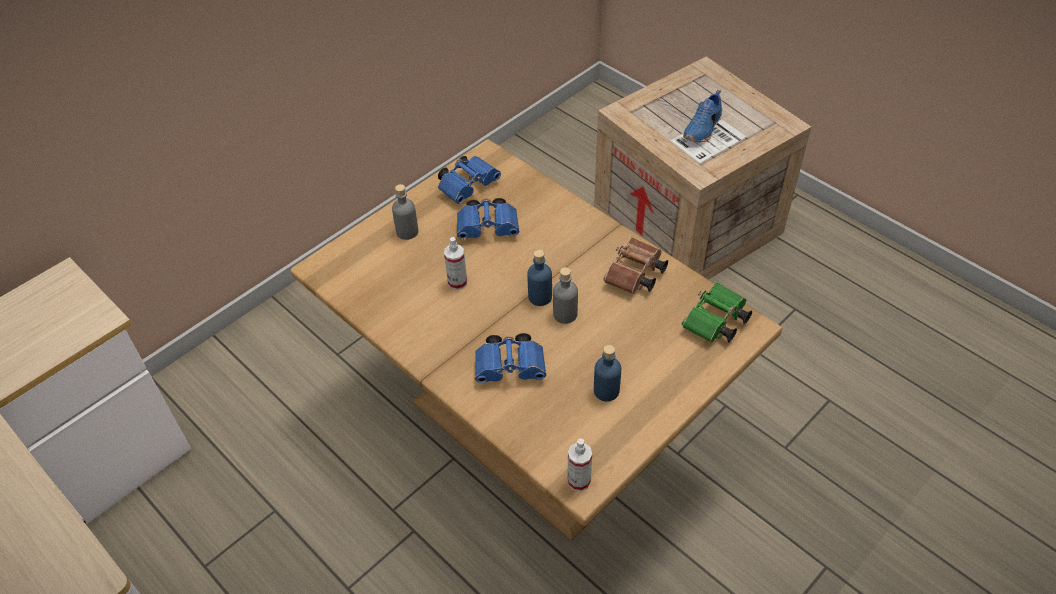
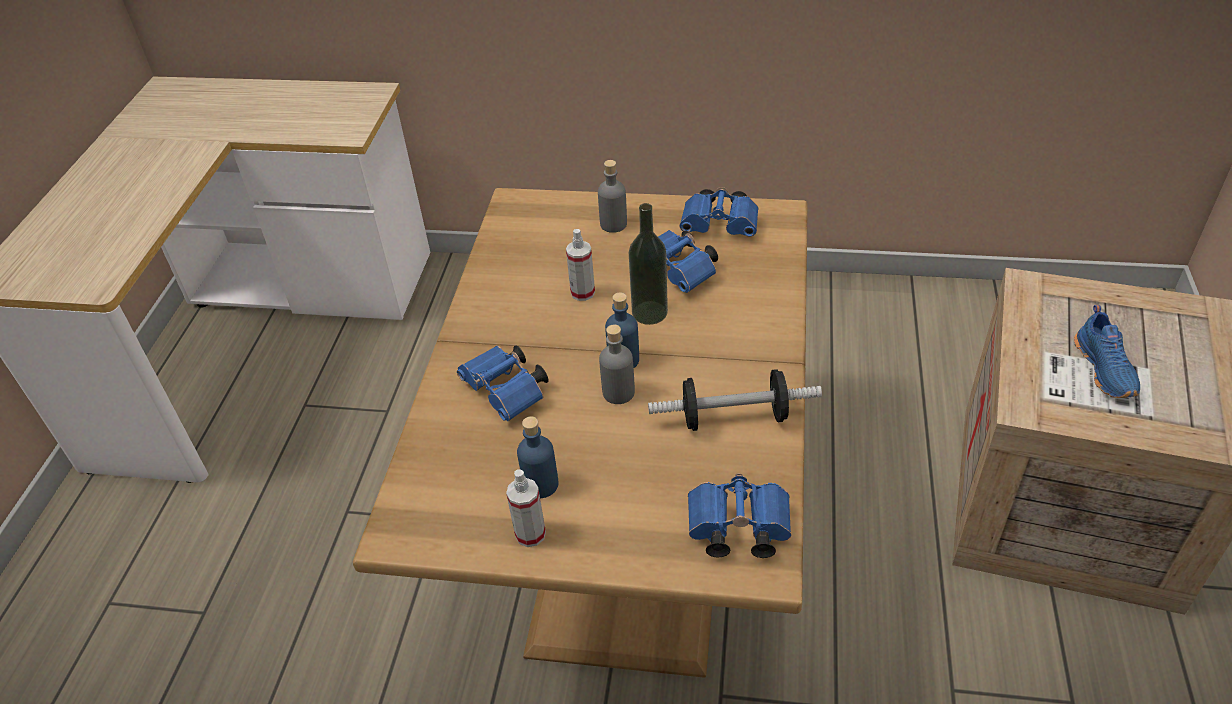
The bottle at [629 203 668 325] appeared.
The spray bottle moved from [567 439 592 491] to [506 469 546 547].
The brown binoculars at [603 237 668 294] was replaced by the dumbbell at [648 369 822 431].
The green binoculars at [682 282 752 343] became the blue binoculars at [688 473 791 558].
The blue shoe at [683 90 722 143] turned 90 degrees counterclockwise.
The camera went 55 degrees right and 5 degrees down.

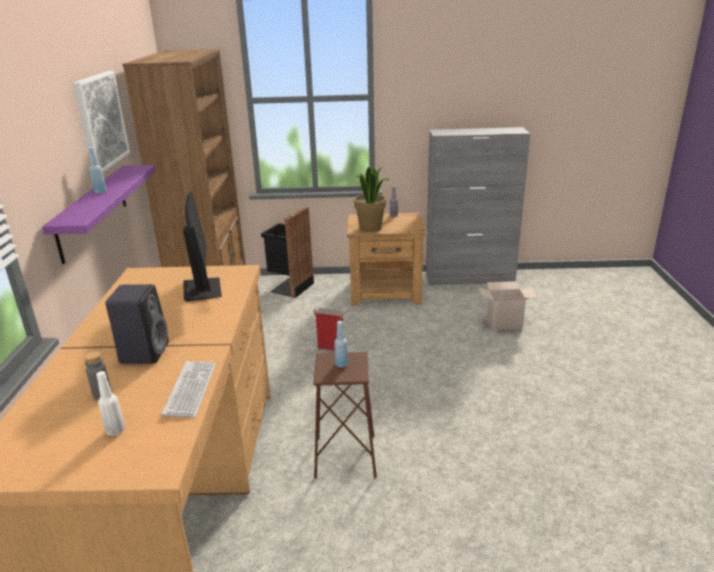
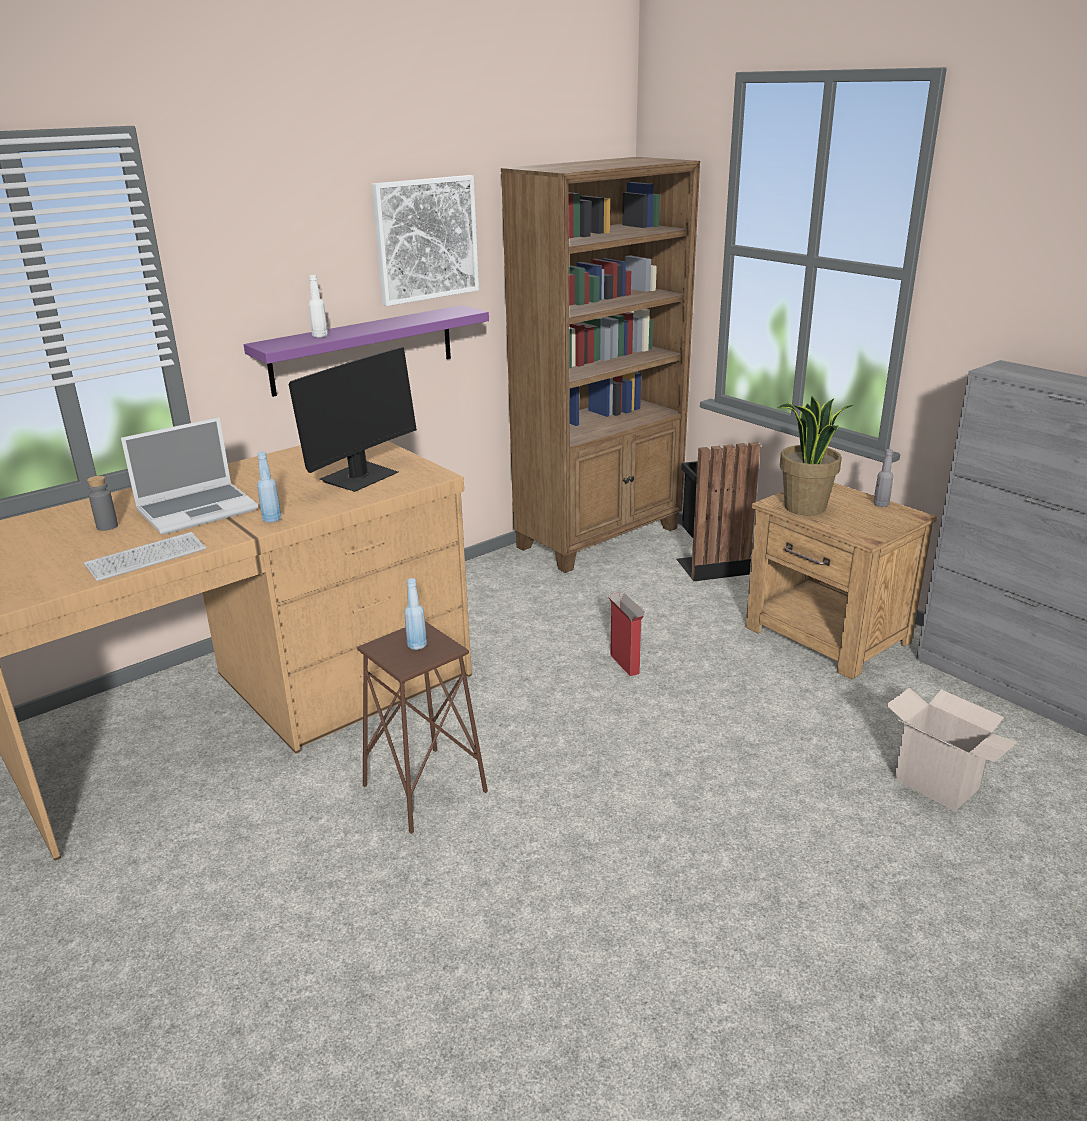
The blue bottle moved from [88 147 106 194] to [257 451 281 523].
The white bottle moved from [96 371 125 436] to [309 275 328 338].
The black speaker at [105 284 169 364] was replaced by the laptop at [121 417 258 535].
The camera went 50 degrees right and 0 degrees up.

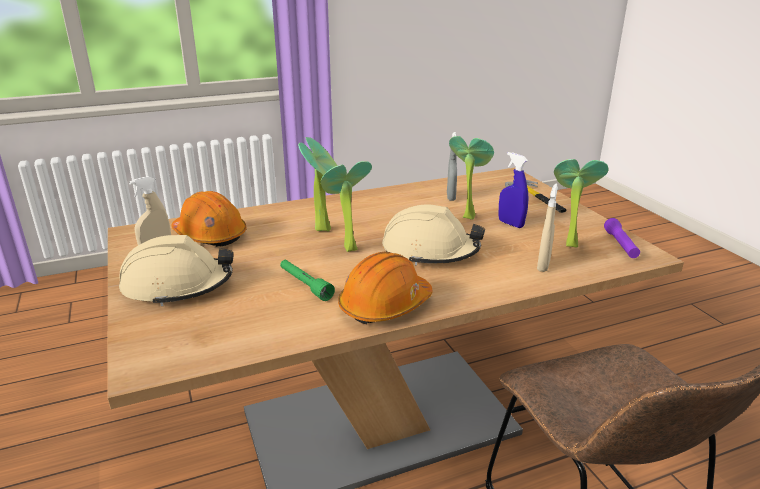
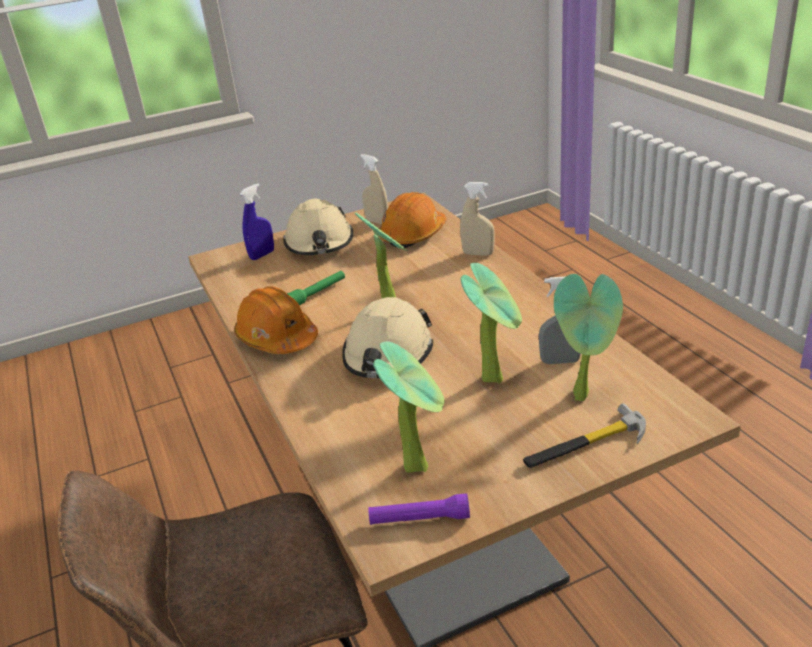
The potted plant moved from [298 137 337 232] to [554 274 623 401].
The blue spray bottle moved from [499 152 528 228] to [240 183 274 260].
The beige spray bottle moved from [537 183 558 272] to [460 182 494 256].
The camera went 90 degrees right and 5 degrees up.

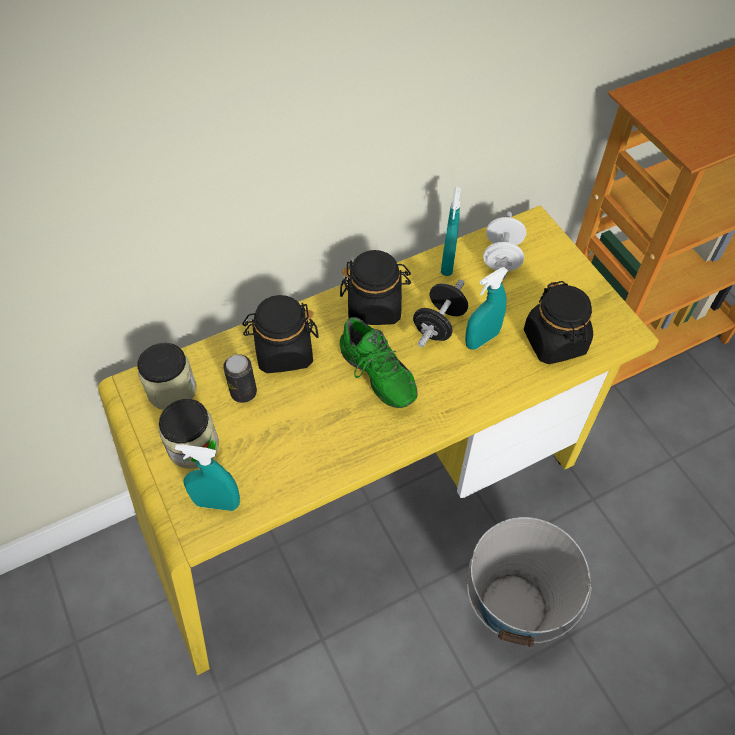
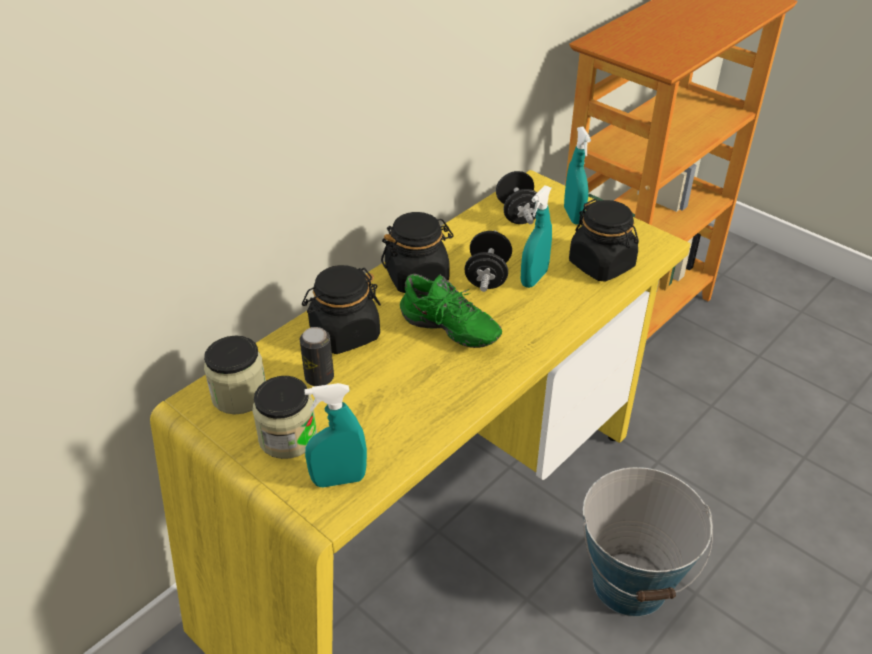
The turquoise spray bottle moved from [441 186 461 276] to [564 127 591 224].
The white dumbbell at [483 212 526 279] became the black dumbbell at [496 171 537 224].
The camera went 20 degrees left and 15 degrees down.

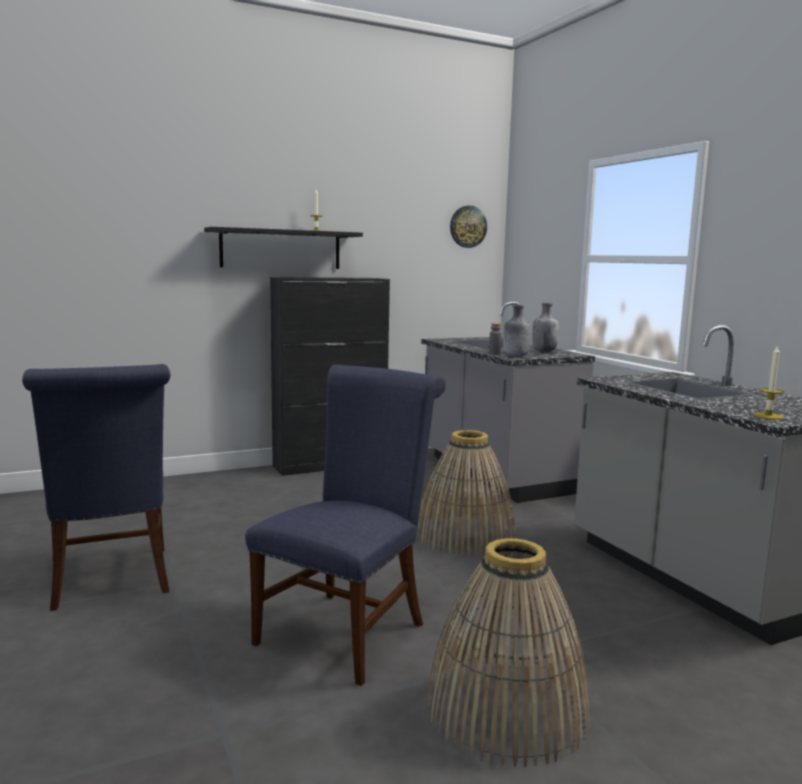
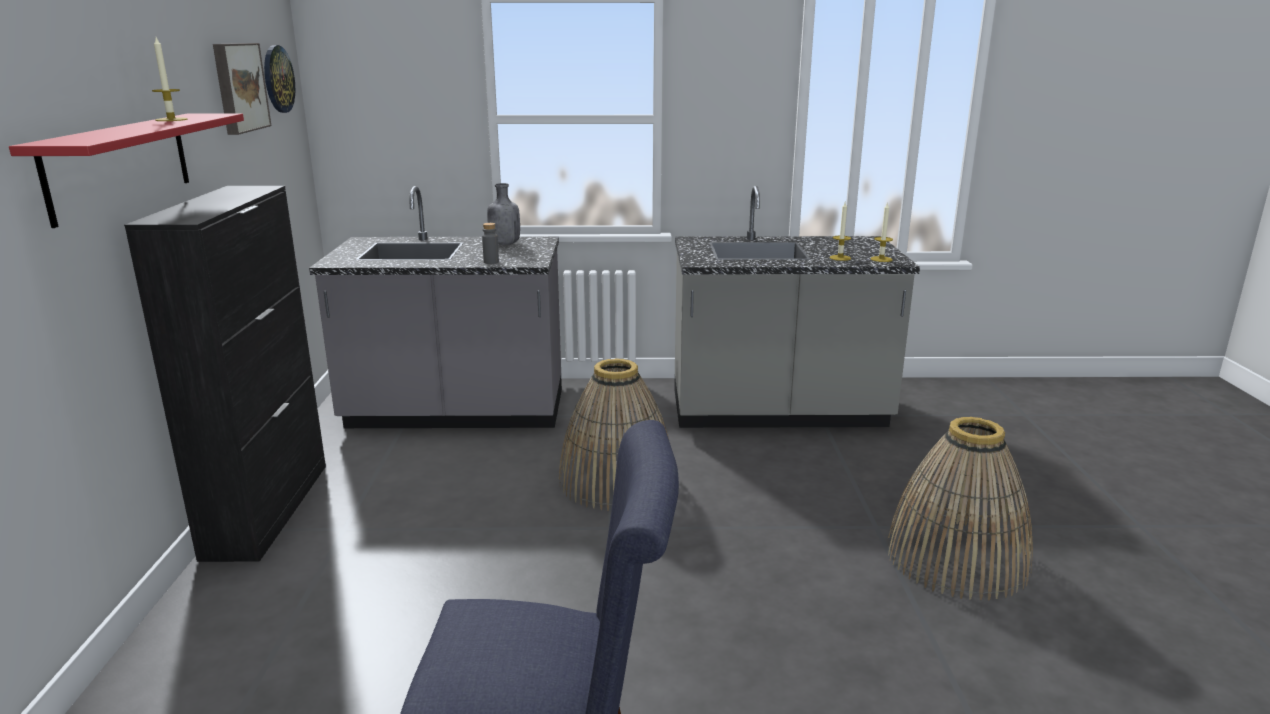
The blue chair at [245 364 446 686] disappeared.
The grey bottle at [503 305 531 357] disappeared.
The picture at [213 43 272 135] appeared.
The candle at [829 202 851 261] appeared.
The black shelf at [204 227 363 269] became the red shelf at [9 113 244 228].
The camera went 65 degrees left and 10 degrees up.

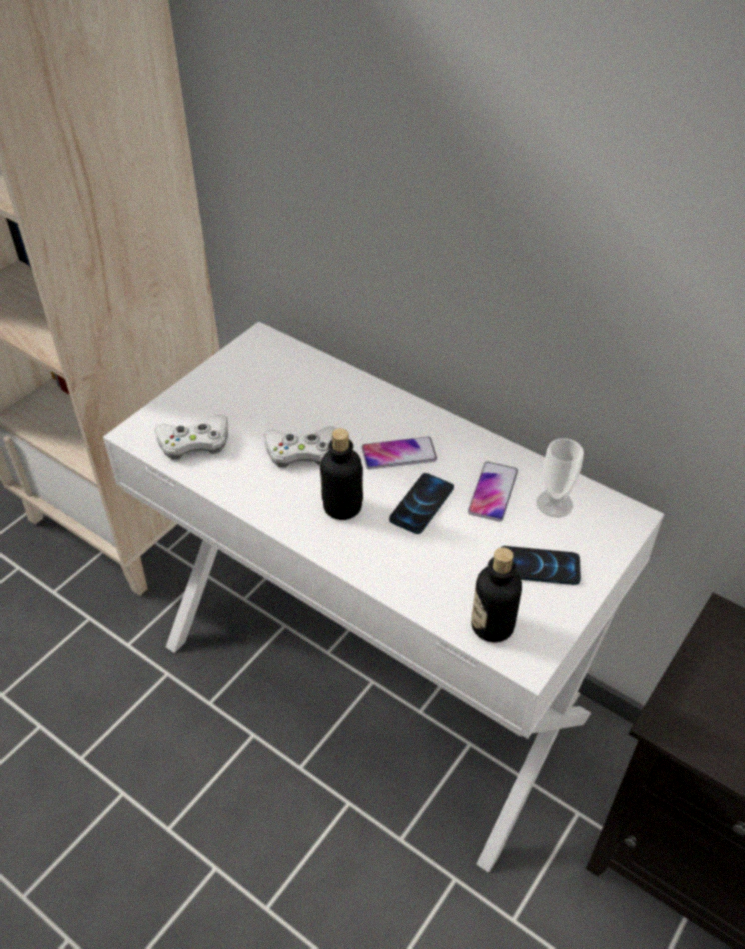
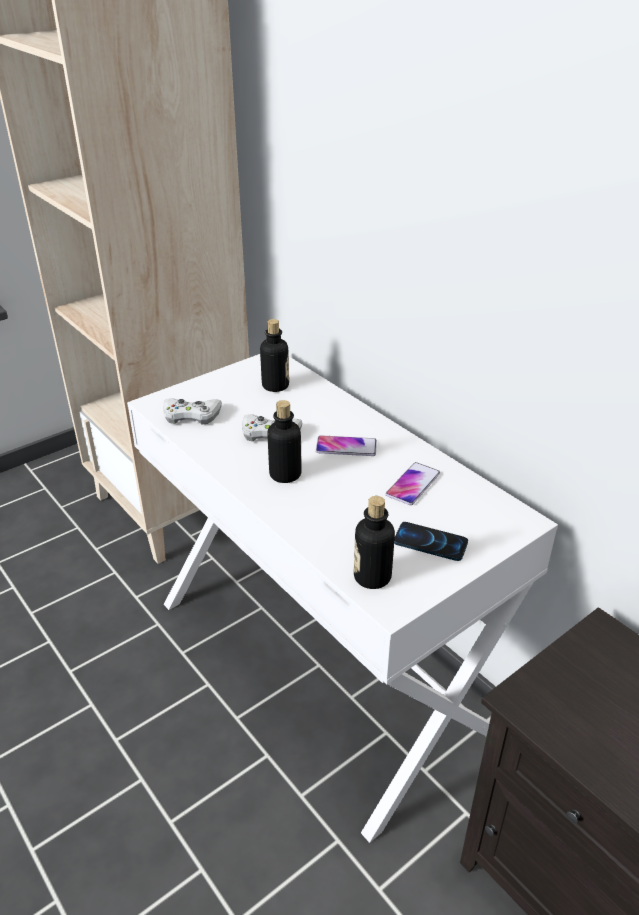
The phone at [389 473 454 534] disappeared.
The cup at [537 438 584 517] disappeared.
The bottle at [260 319 289 392] appeared.
The camera went 15 degrees right and 10 degrees down.

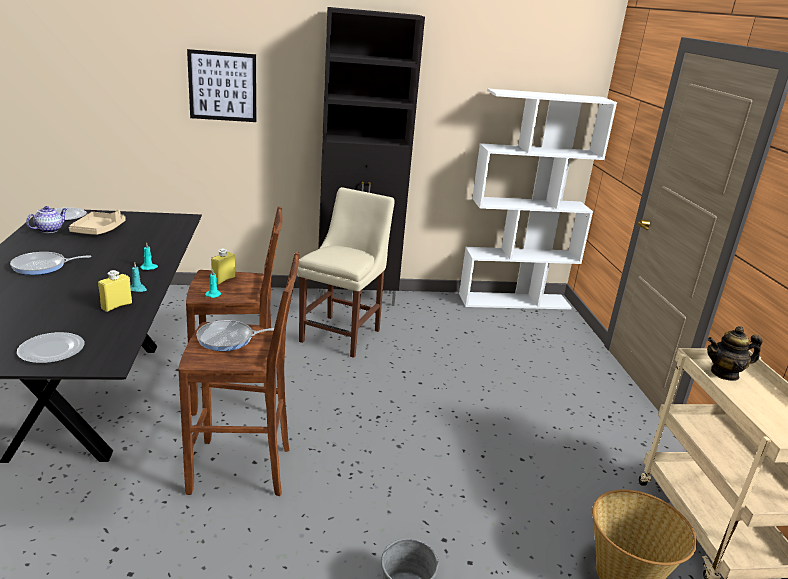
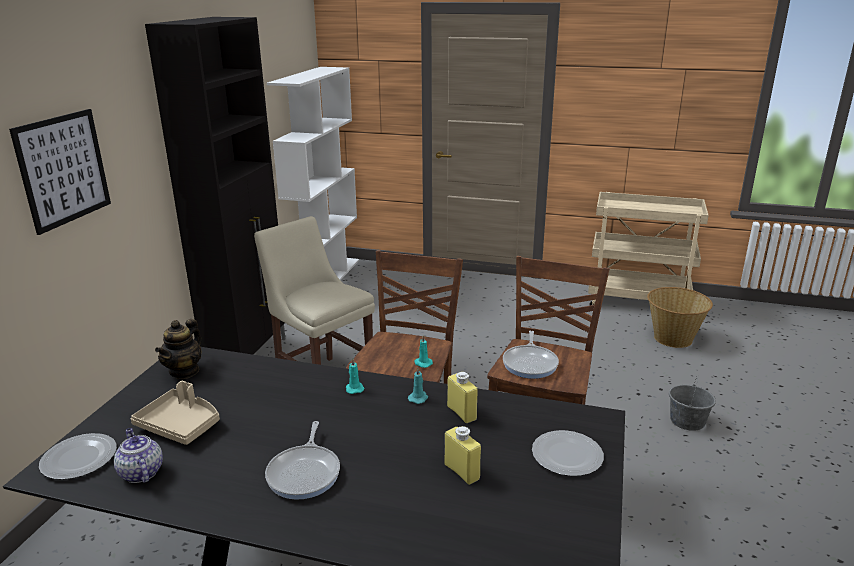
The yellow bottle moved from [211 249 235 284] to [444 426 481 485].
The teapot moved from [707 326 763 381] to [155 319 202 379].
The camera went 65 degrees left and 0 degrees up.

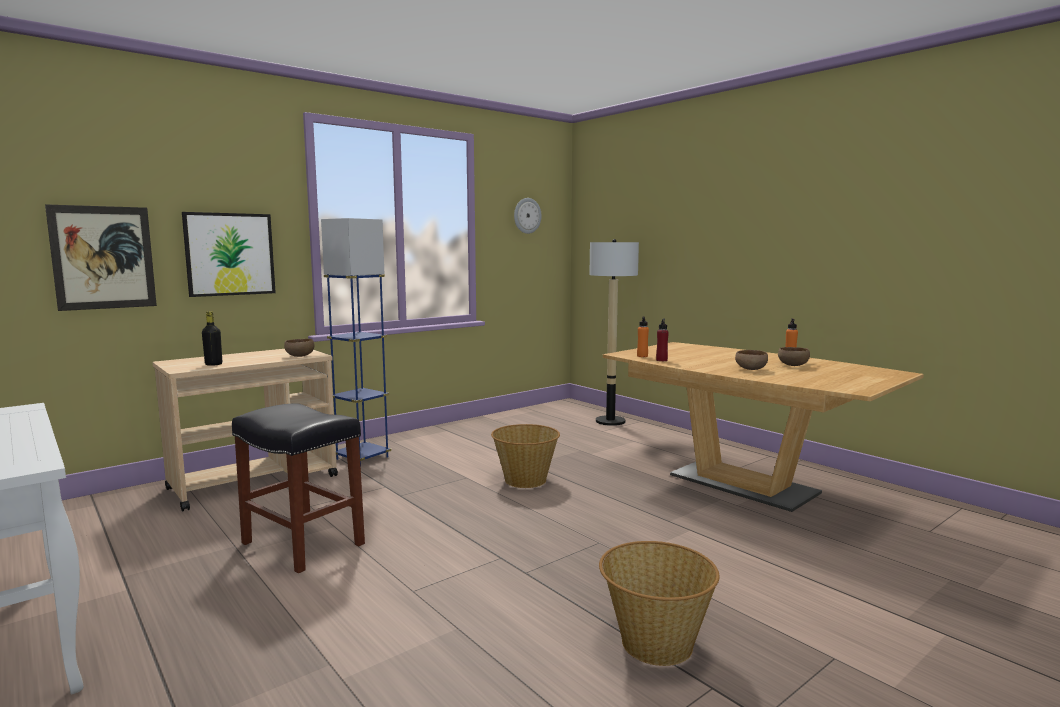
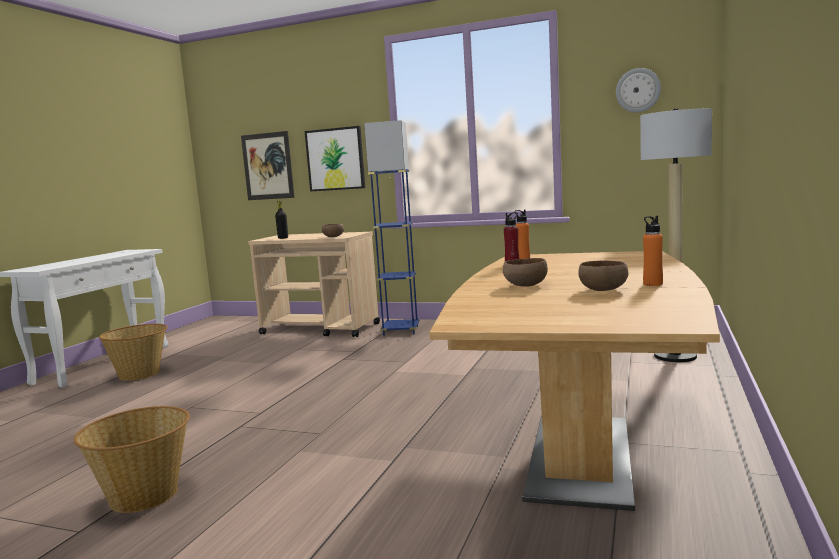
The black stool at [232 404 365 573] disappeared.
The basket moved from [491 424 560 488] to [99 324 168 381].
The camera went 60 degrees right and 0 degrees up.

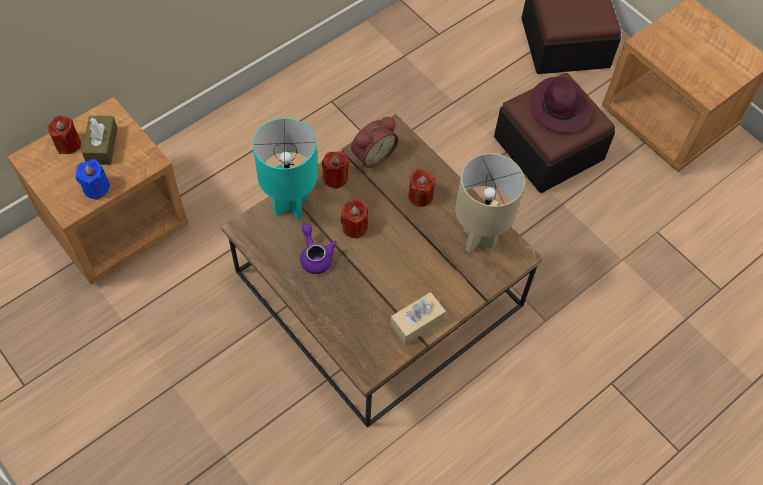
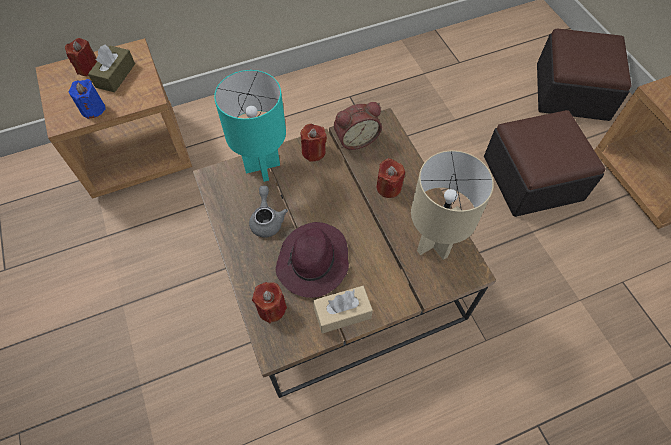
The red candle moved from [341 199 368 239] to [252 282 287 323].
The purple hat moved from [530 77 592 133] to [276 222 349 298].
The purple teapot at [300 224 337 274] became the grey teapot at [249 185 288 238].
The camera went 20 degrees right and 0 degrees up.

